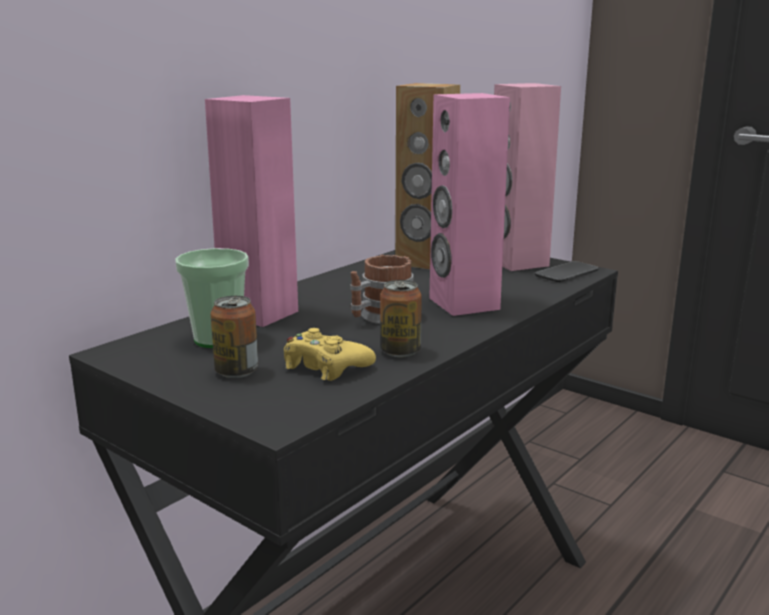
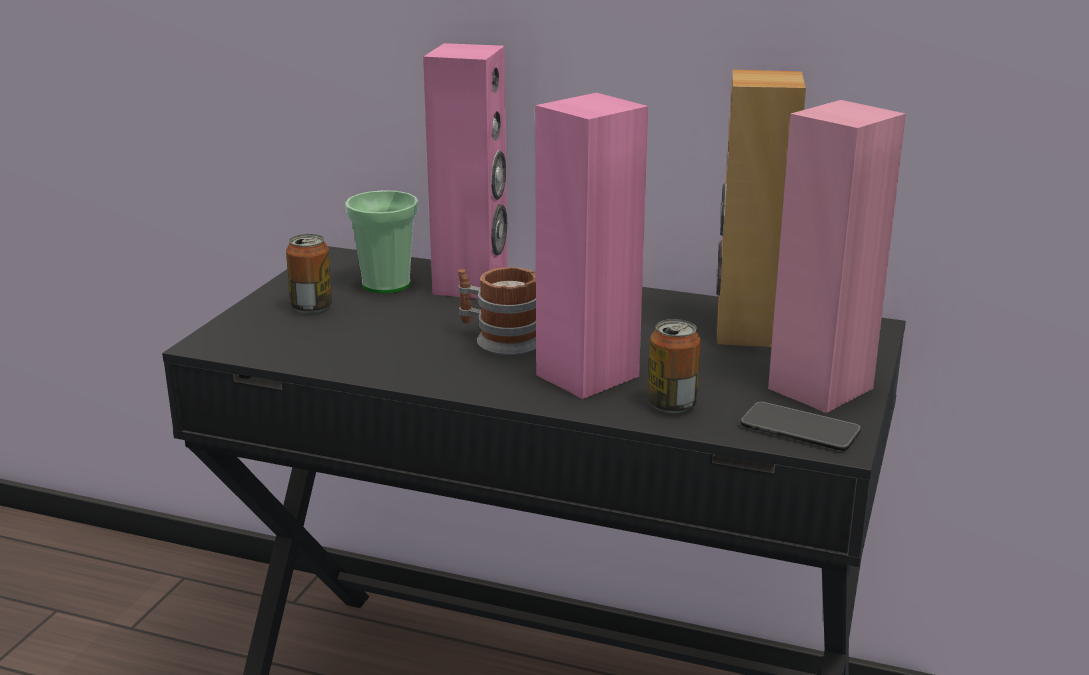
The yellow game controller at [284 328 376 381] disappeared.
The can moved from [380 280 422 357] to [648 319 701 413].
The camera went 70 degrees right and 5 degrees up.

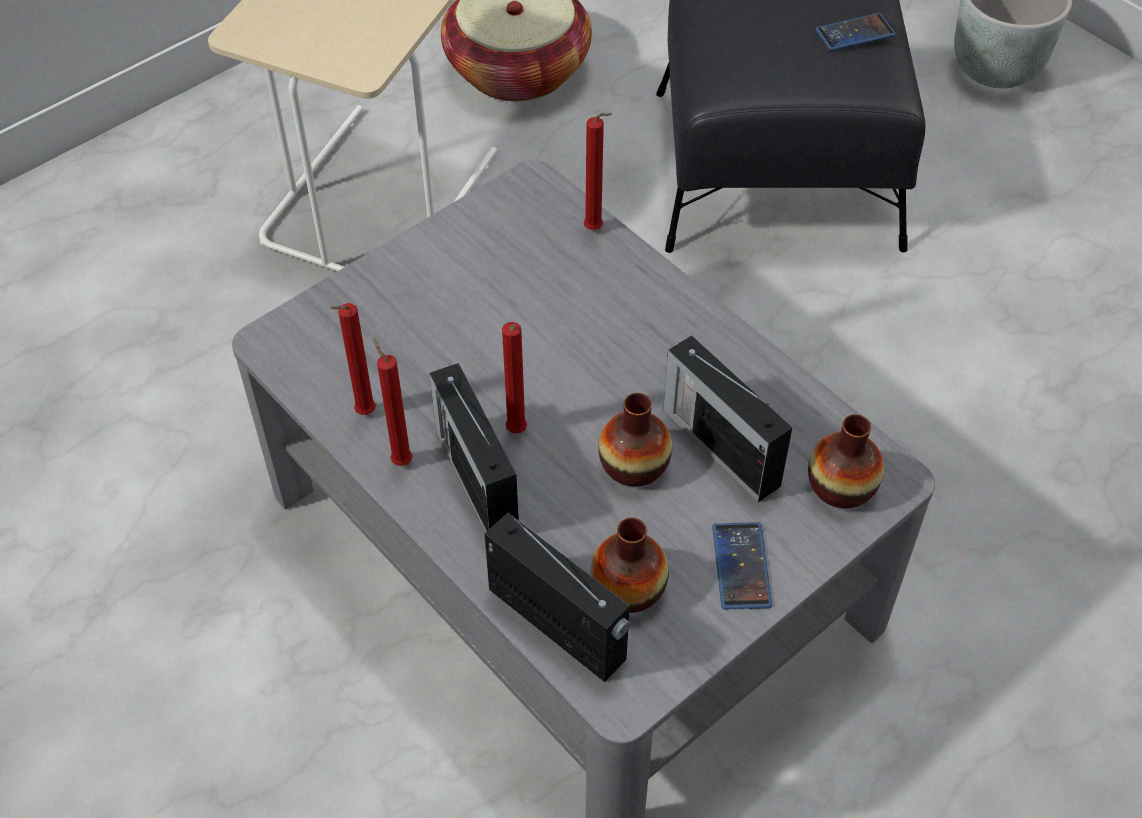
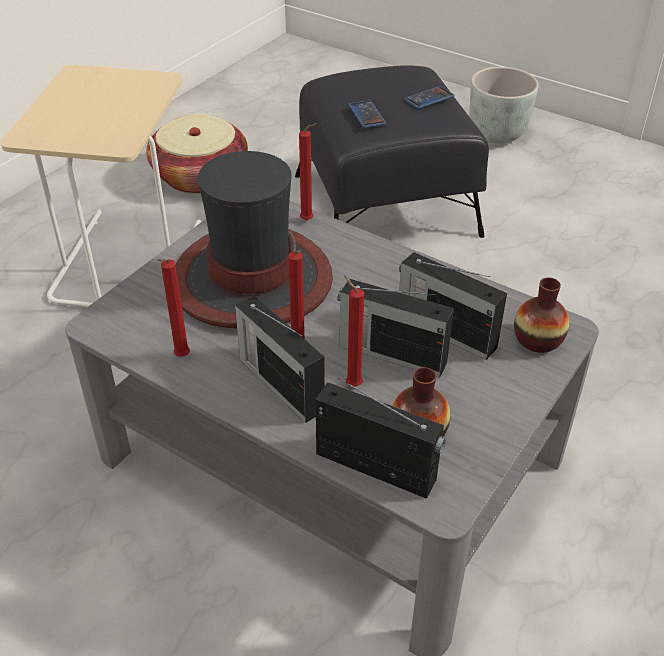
The hat at [176 151 333 328] appeared.
The red candle moved from [373 337 413 466] to [344 275 364 387].
The phone moved from [712 522 772 610] to [348 100 386 128].
The vase at [598 393 672 487] was replaced by the radio at [337 279 454 378].
The camera went 15 degrees left and 10 degrees down.

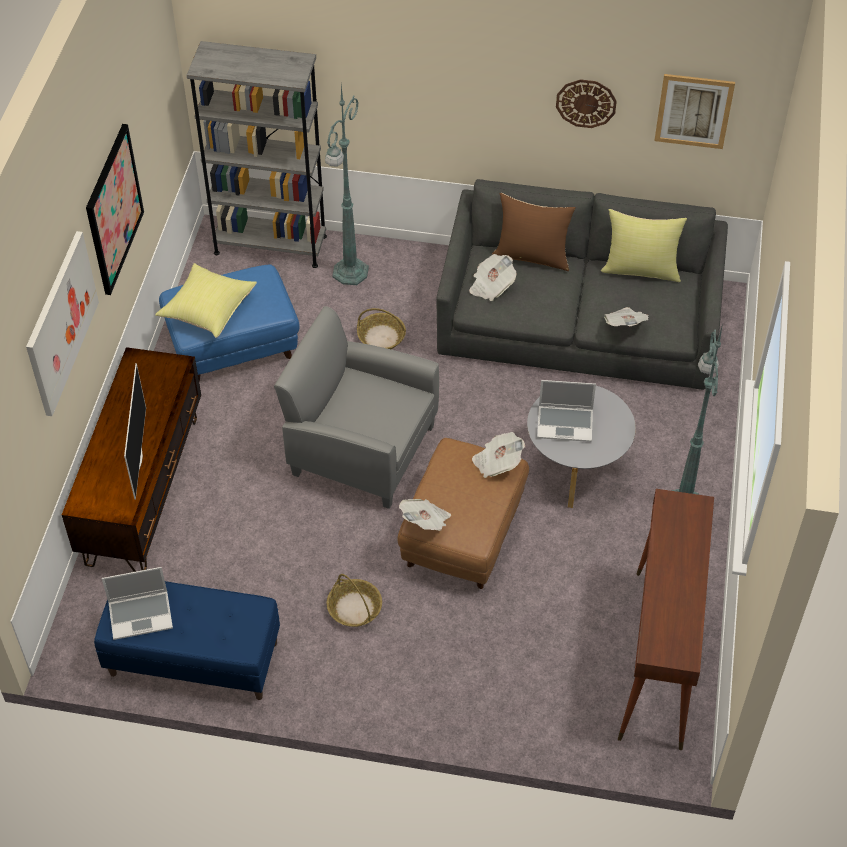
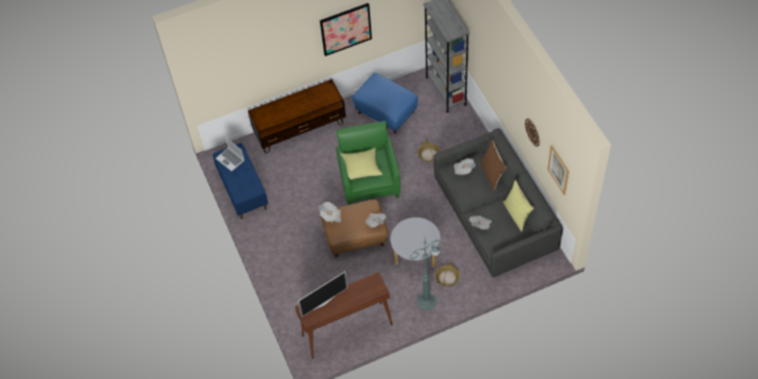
The picture at [26 231 99 416] disappeared.
The green floor lamp at [325 85 369 285] disappeared.
The laptop at [537 380 596 442] disappeared.
The television moved from [124 363 146 500] to [298 272 348 317].
The yellow pillow moved from [155 263 257 338] to [340 148 383 180].
The basket moved from [327 574 382 627] to [435 262 460 287].
The grey armchair at [274 306 439 509] became the green armchair at [336 121 401 205].
The camera went 60 degrees right and 5 degrees up.

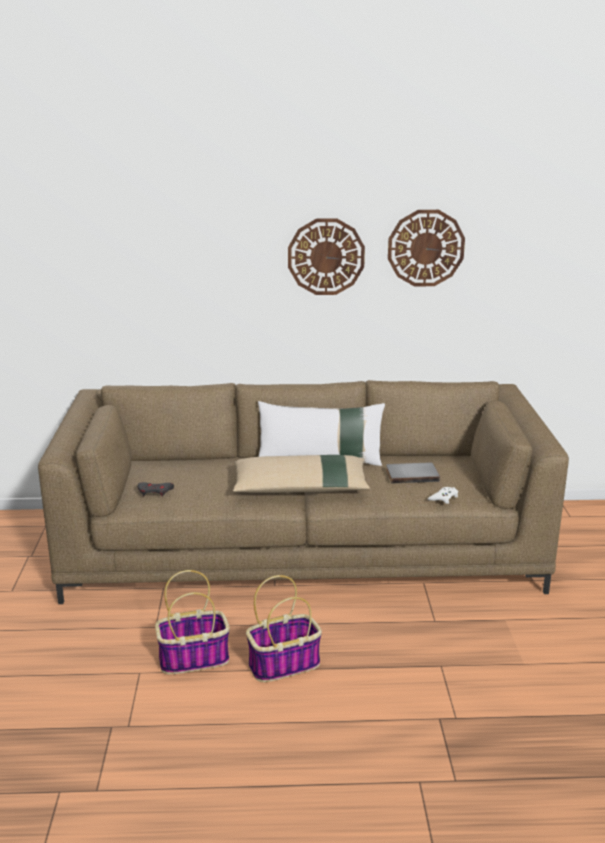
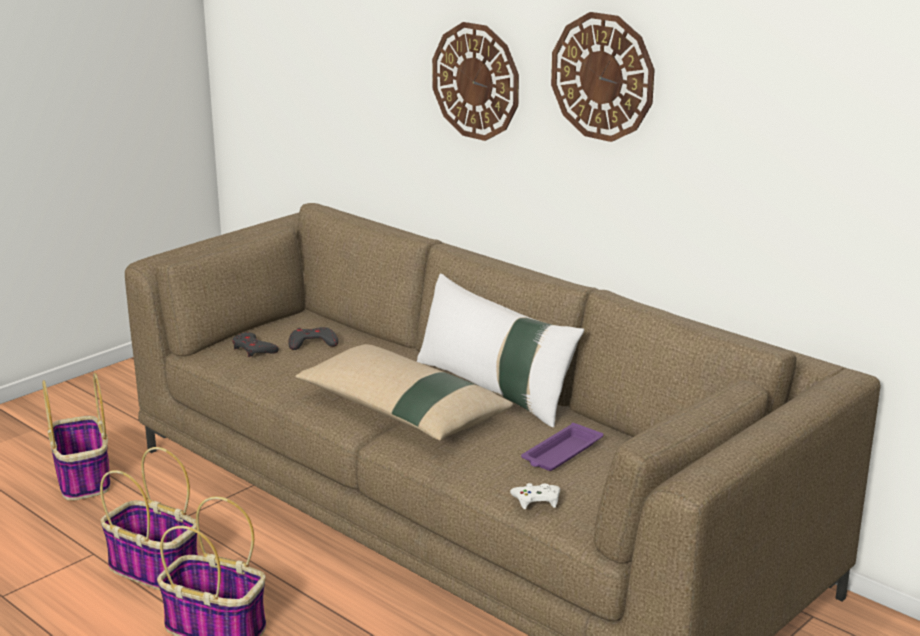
The basket at [42 373 110 501] appeared.
The grey game controller at [288 327 338 350] appeared.
The wall clock moved from [388 210 465 286] to [432 22 519 141].
The grey book at [386 462 440 484] was replaced by the purple tray at [521 423 603 471].
The camera went 45 degrees right and 0 degrees up.

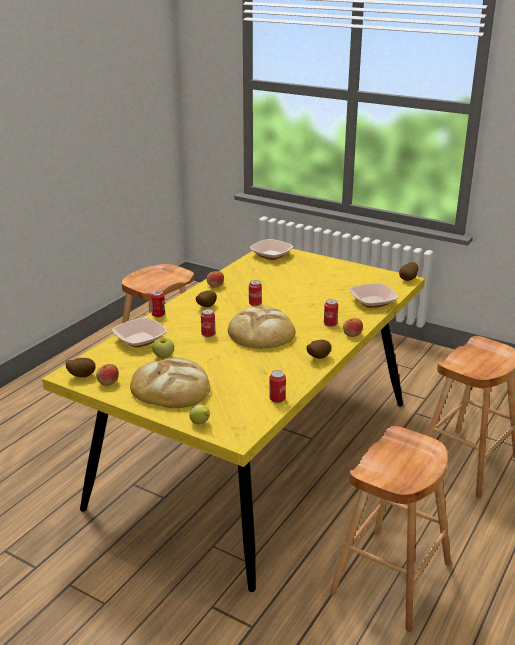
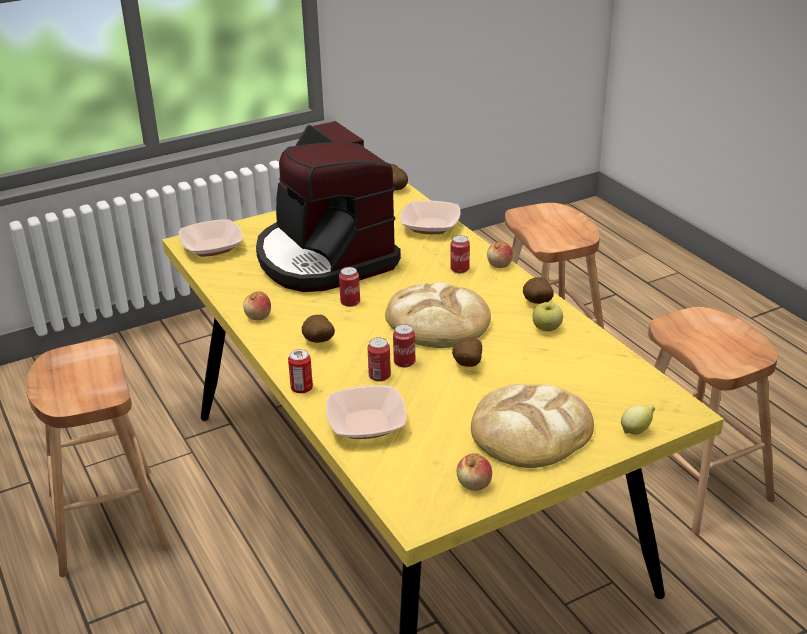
The coffee machine at [256 121 401 292] appeared.
The potato moved from [65 358 95 377] to [452 337 482 367].
The apple moved from [152 338 174 359] to [533 302 563 331].
The can moved from [269 370 286 403] to [367 338 391 382].
The camera went 60 degrees left and 5 degrees up.

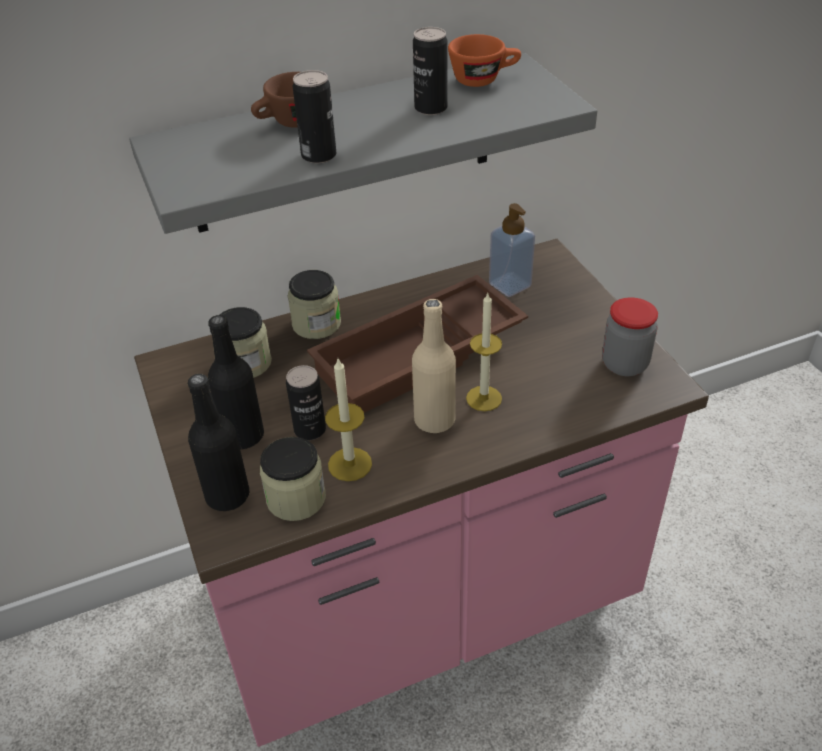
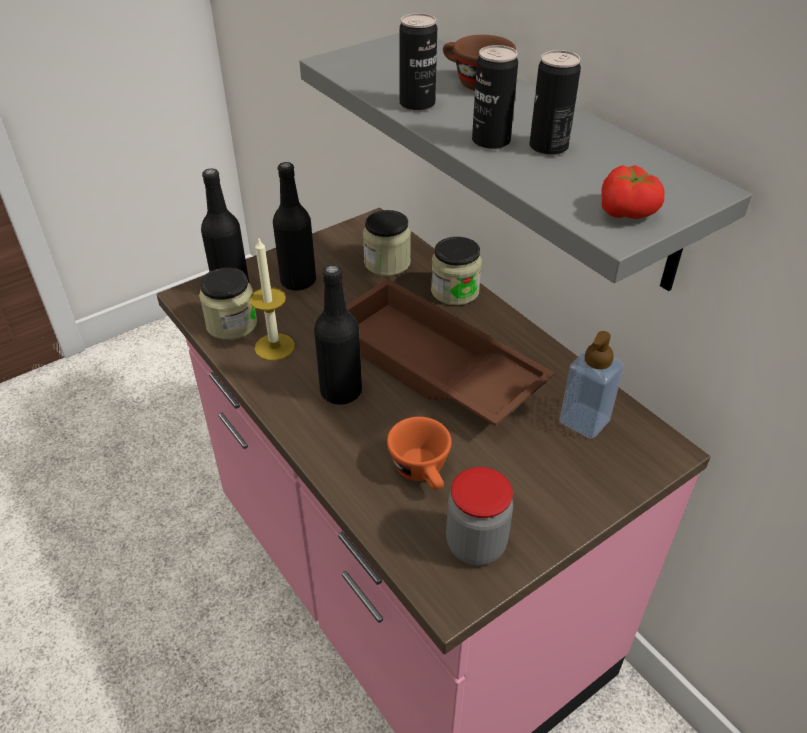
The candle at [466 293 502 411] disappeared.
The tomato at [601 165 665 219] appeared.
The can moved from [286 365 326 440] to [472 45 518 150].
The orange cup moved from [448 34 521 87] to [387 417 452 490].
The beige bottle at [412 299 456 433] became the black bottle at [314 265 362 405].
The camera went 75 degrees right and 0 degrees up.

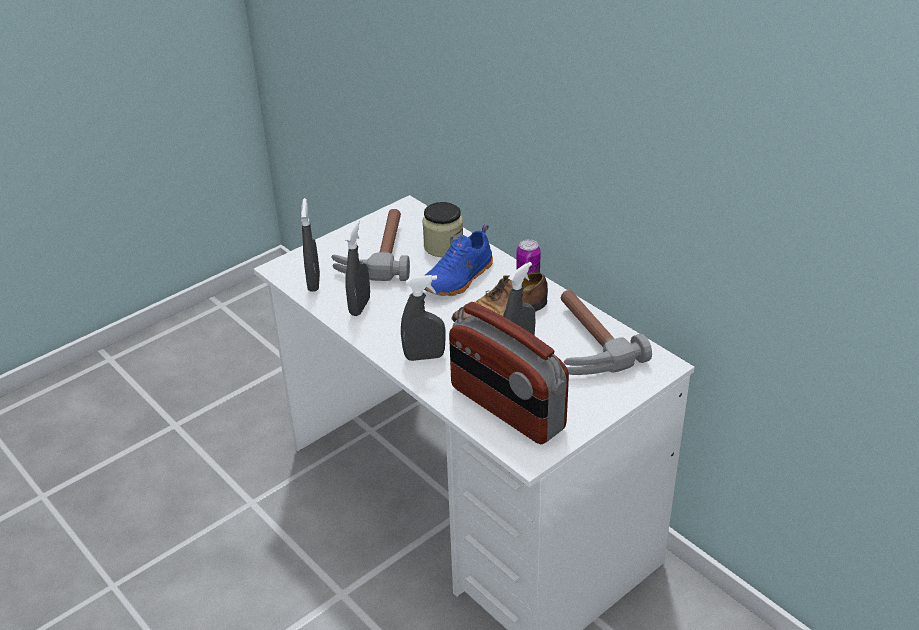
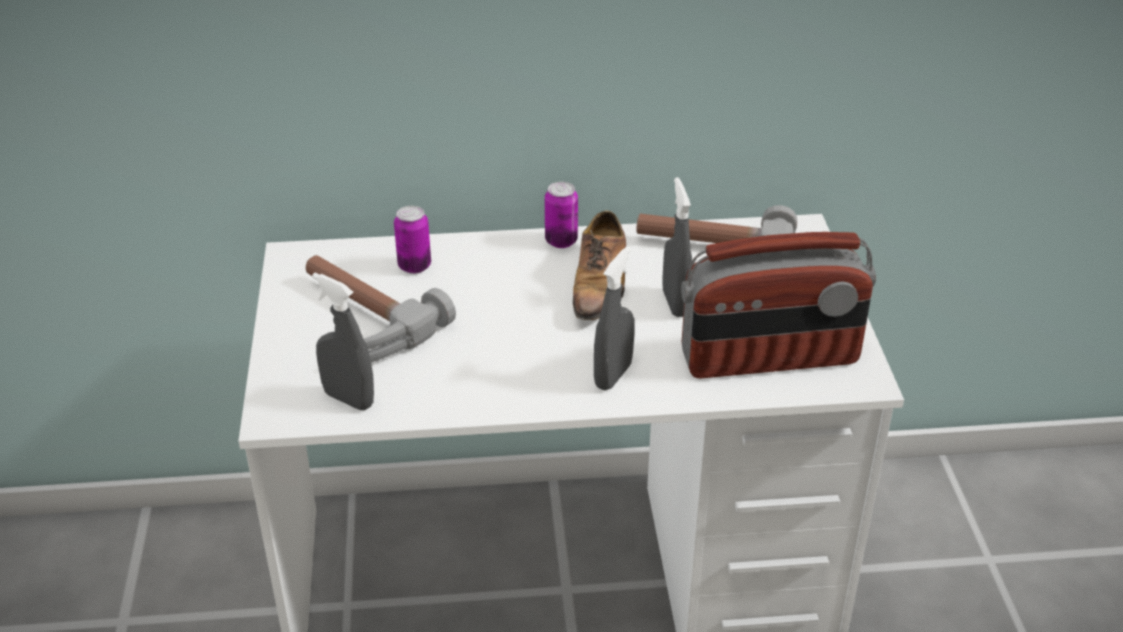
The grey spray bottle at [345 221 370 316] disappeared.
The blue shoe at [424 224 493 296] disappeared.
The jar at [422 202 463 257] was replaced by the can at [394 206 431 274].
The camera went 55 degrees left and 0 degrees up.

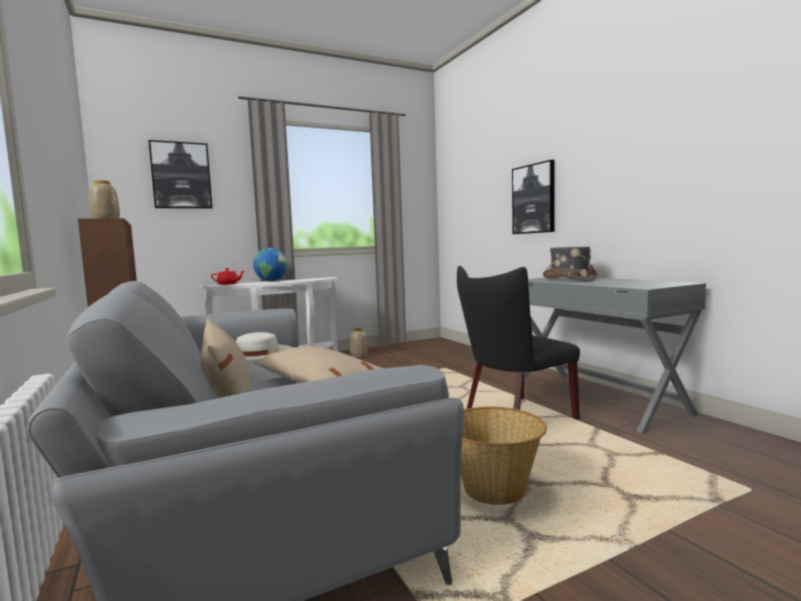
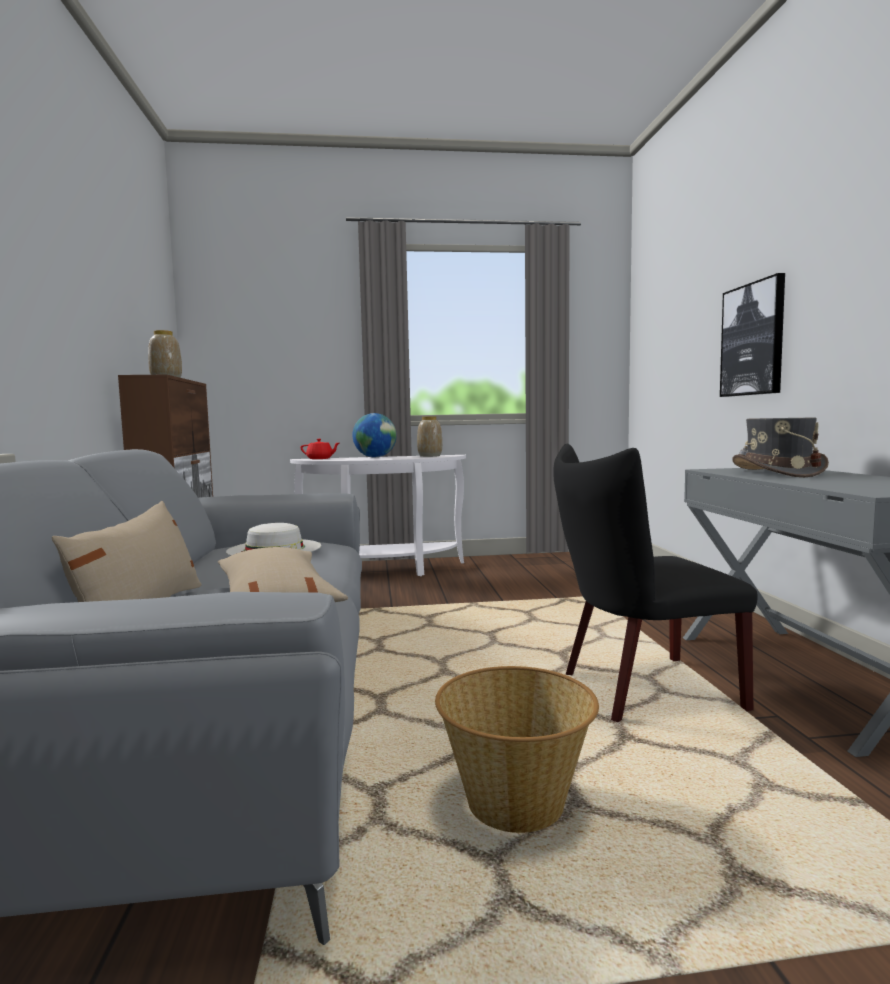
The picture at [149 140 212 209] disappeared.
The vase moved from [350 328 368 358] to [417 416 442 457].
The camera went 20 degrees right and 0 degrees up.

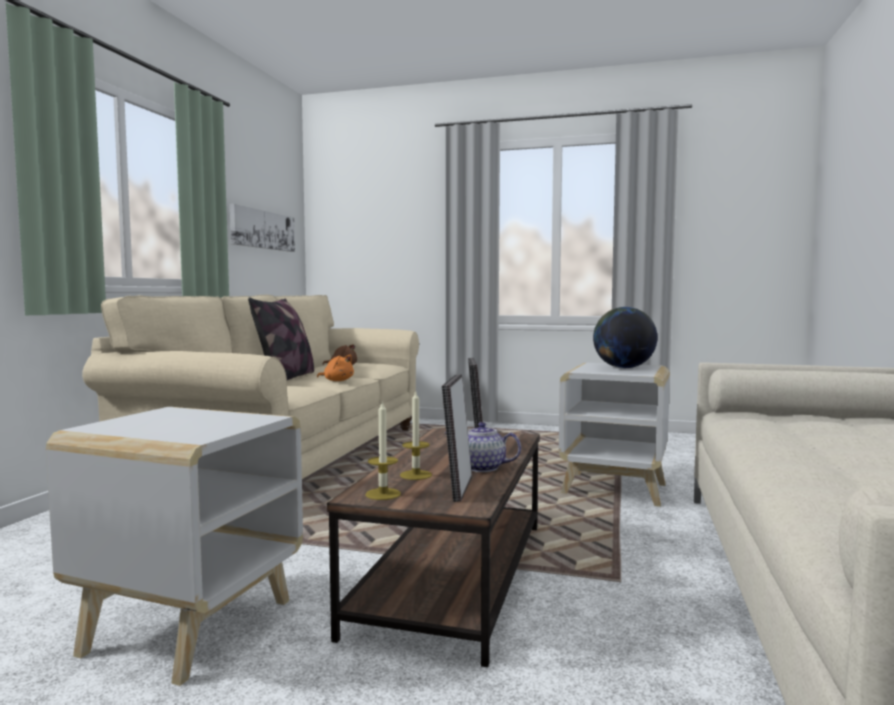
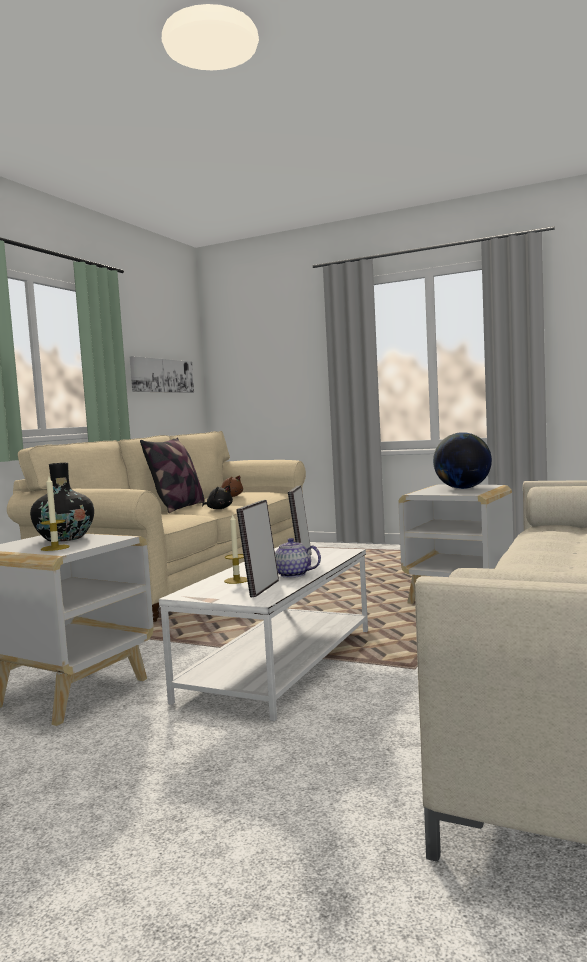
The black vase at [30 463 94 542] appeared.
The candle moved from [365 401 401 500] to [41 477 70 551].
The orange plush toy at [317 355 354 381] became the black plush toy at [202 485 233 509].
The brown coffee table at [327 428 540 667] became the white coffee table at [159 547 368 721].
The camera went 10 degrees right and 0 degrees up.

